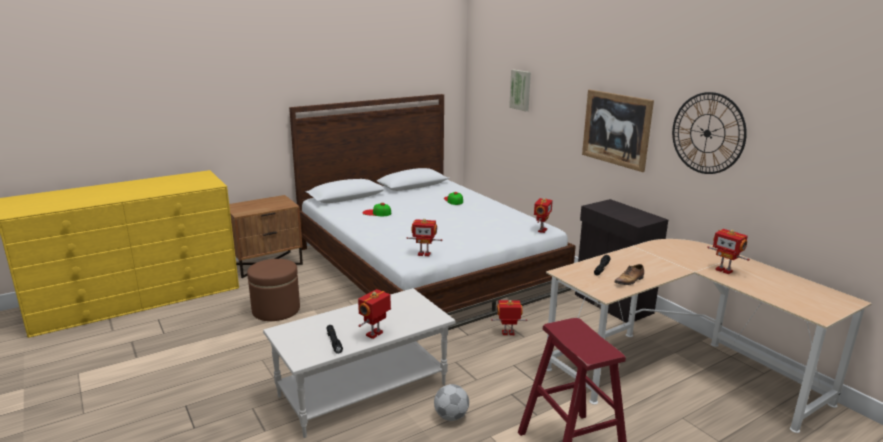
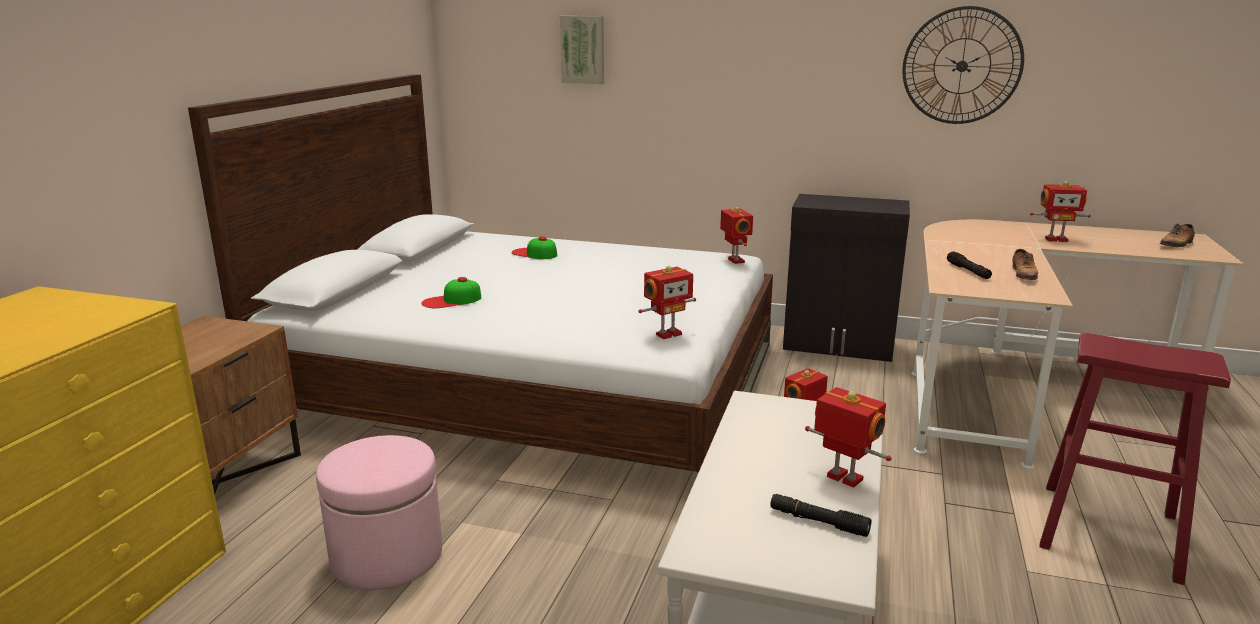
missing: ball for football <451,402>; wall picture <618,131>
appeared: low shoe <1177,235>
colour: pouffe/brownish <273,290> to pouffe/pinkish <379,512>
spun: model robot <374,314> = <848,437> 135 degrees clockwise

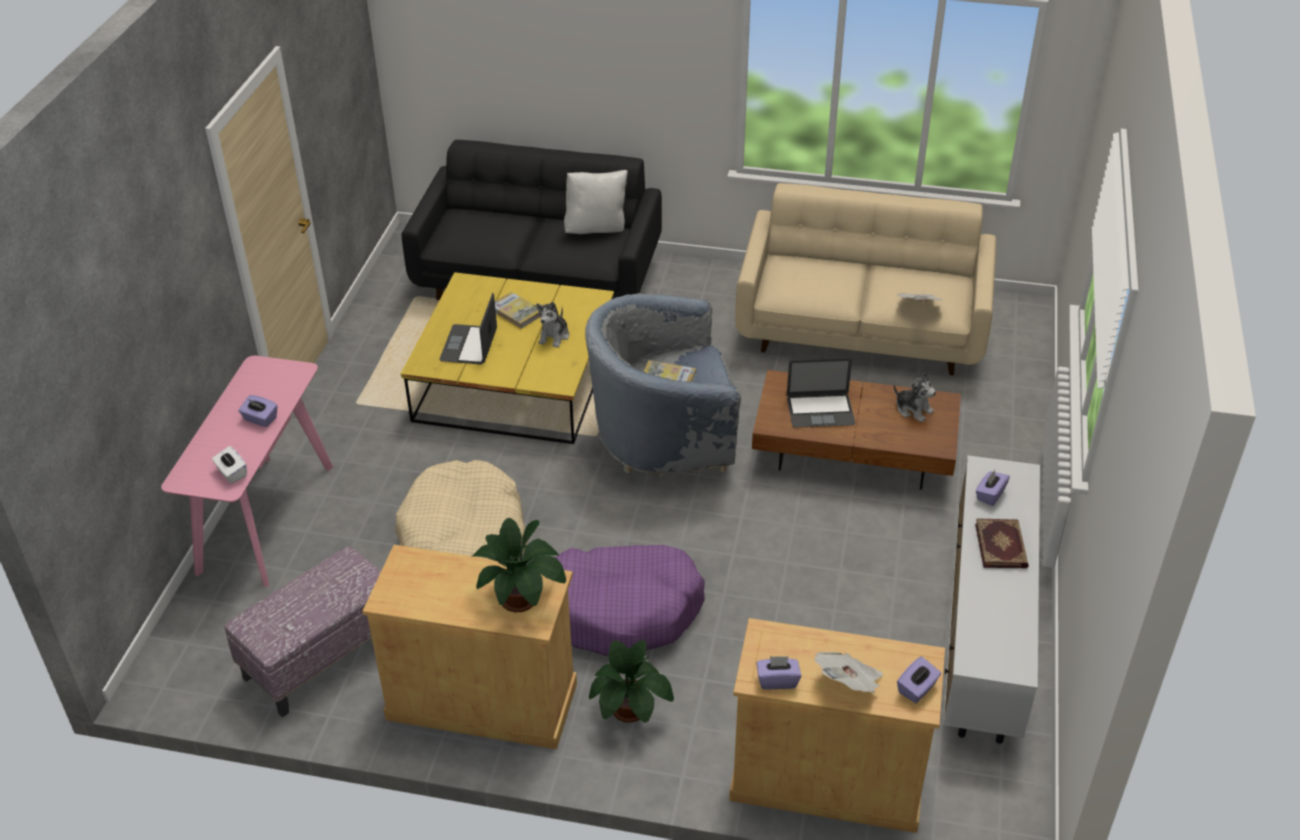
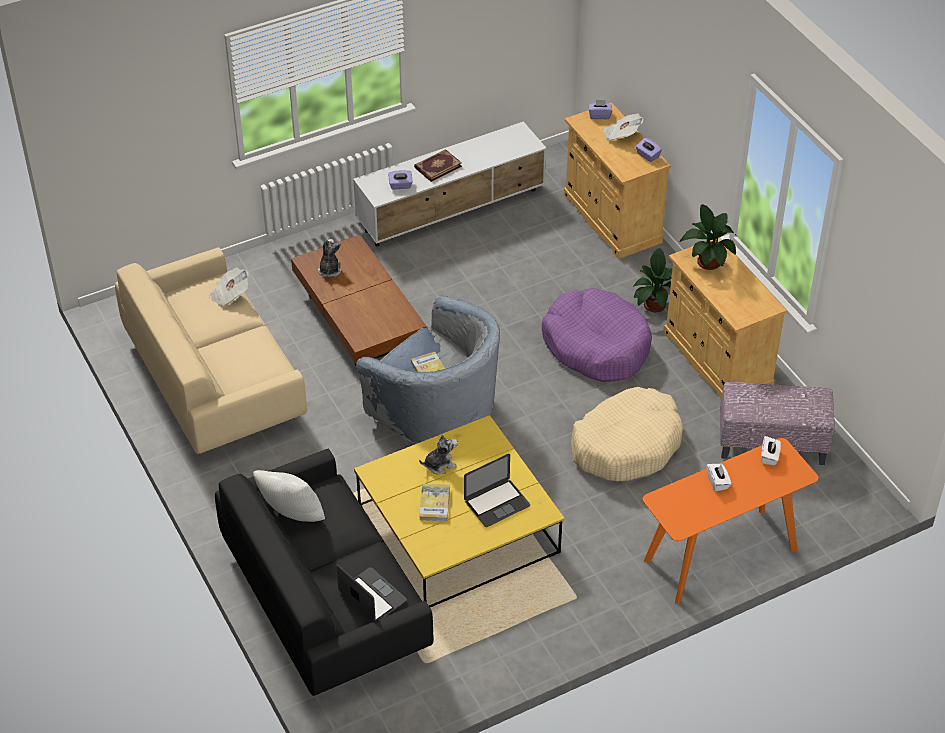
relocated: laptop <821,393> to <371,592>
colour: hall table/pinkish <247,471> to hall table/orangey <730,521>; box of tissues/purple <258,411> to box of tissues/white <719,478>

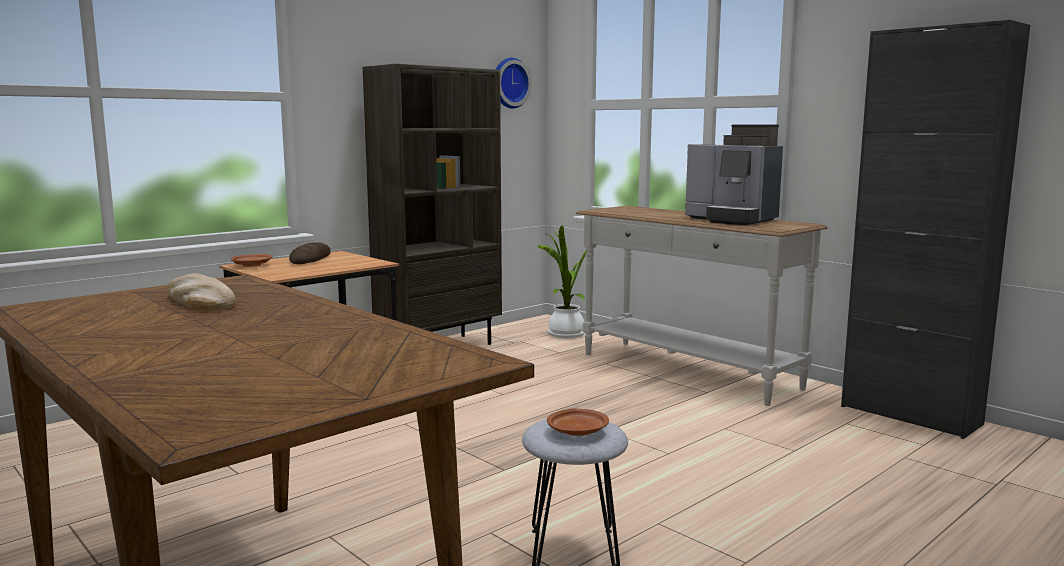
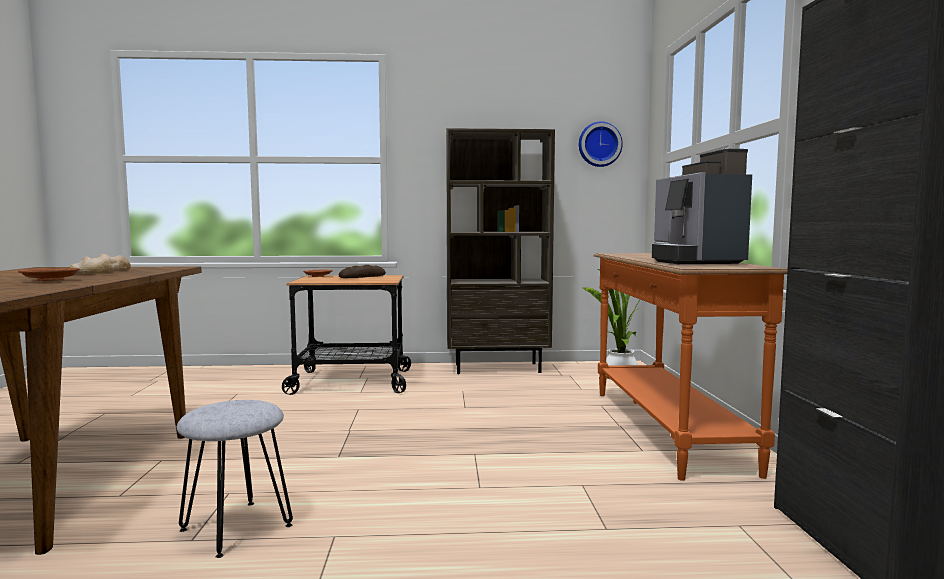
relocated: dinner plate/brownish <578,422> to <49,274>
colour: hall table/white <701,306> to hall table/orangey <690,367>

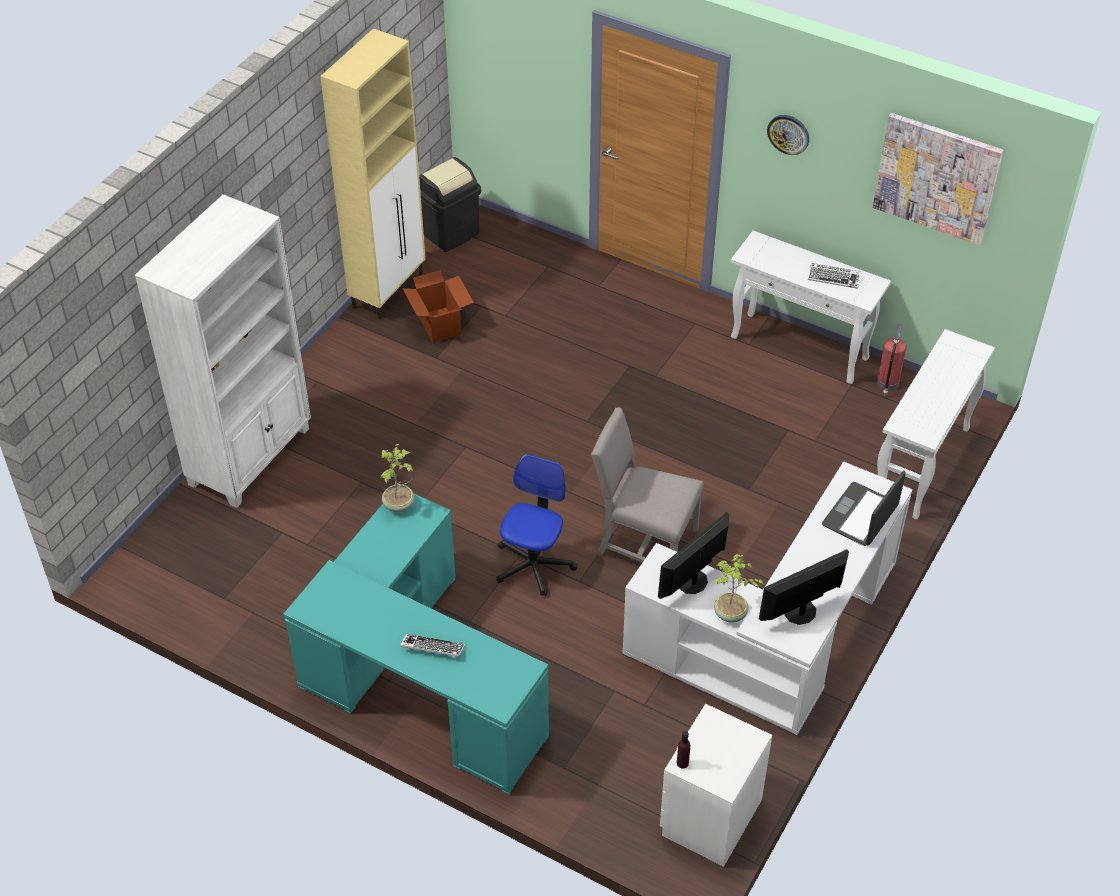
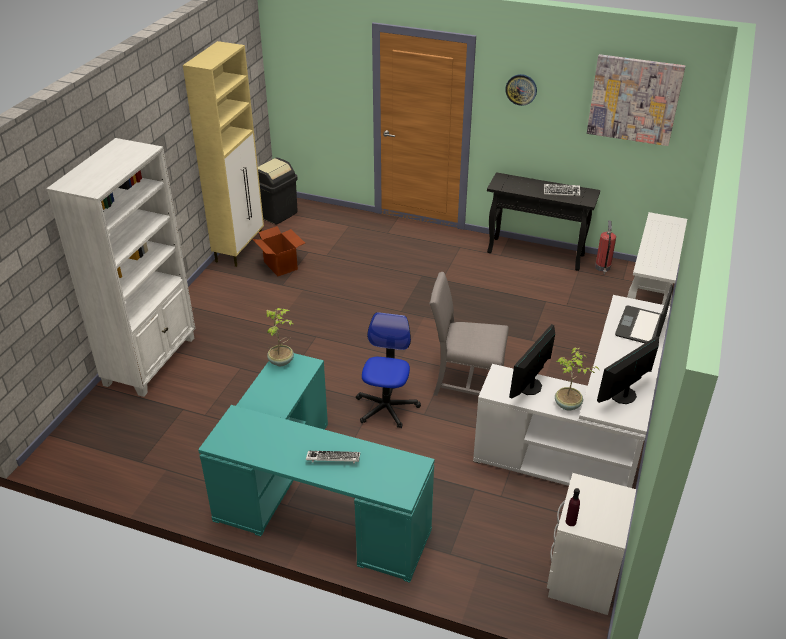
colour: hall table/white <811,307> to hall table/black-coloured <543,221>

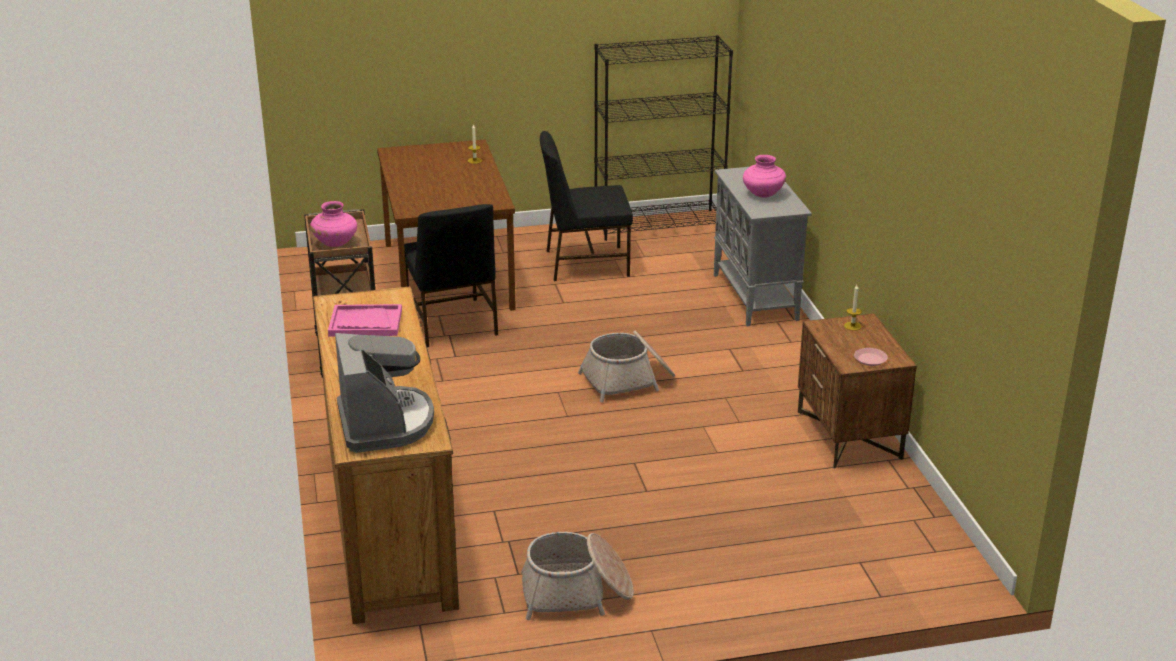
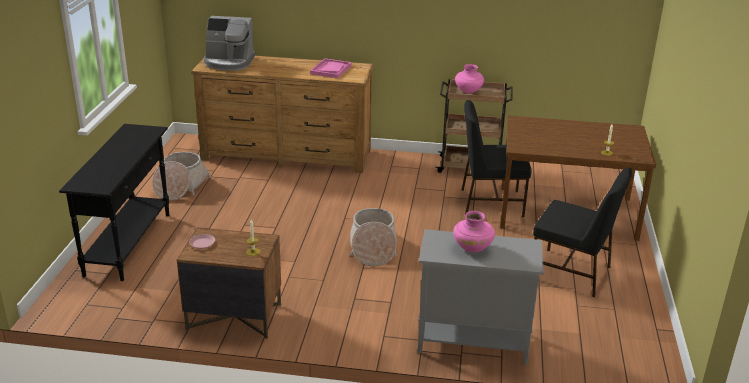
missing: shelving unit/black-coloured <663,138>
appeared: hall table/black-coloured <114,202>
spun: upright chair/black-coloured <586,206> = <582,232> 105 degrees clockwise

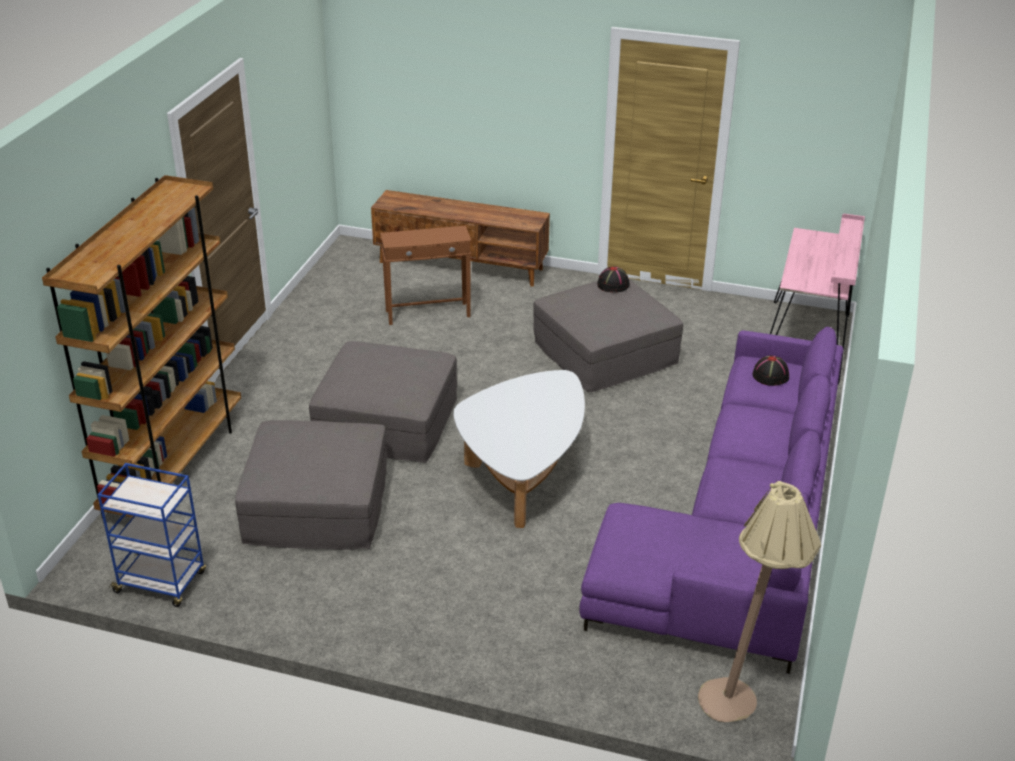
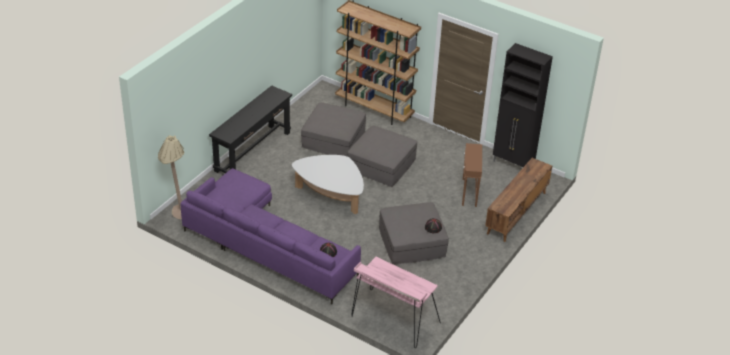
missing: cart/blue-coloured <152,535>
appeared: hall table/black-coloured <250,129>; cabinet/black-coloured <523,105>

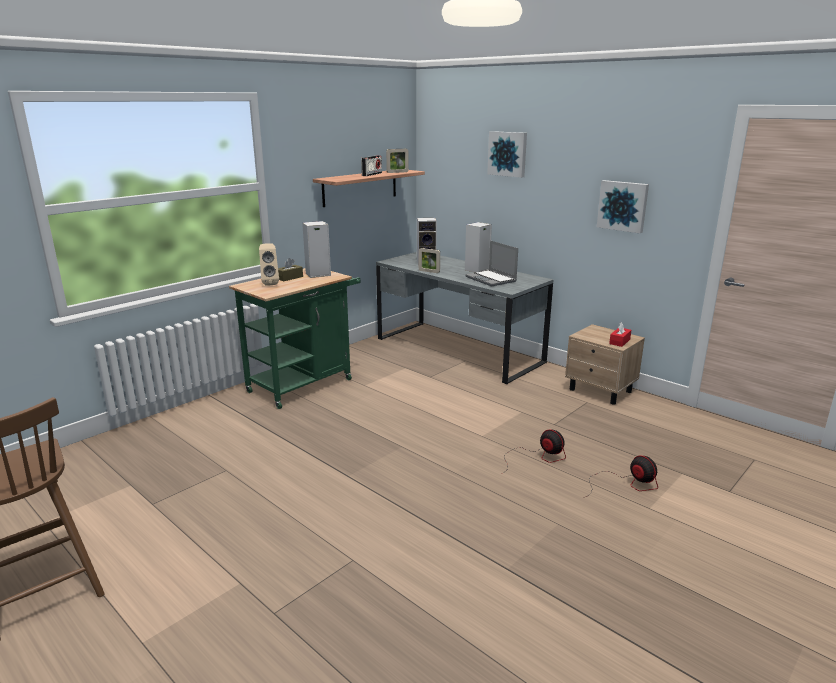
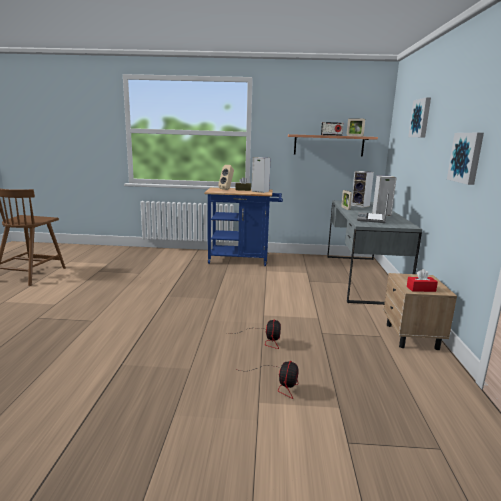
colour: cart/green-coloured <295,338> to cart/blue-coloured <243,226>

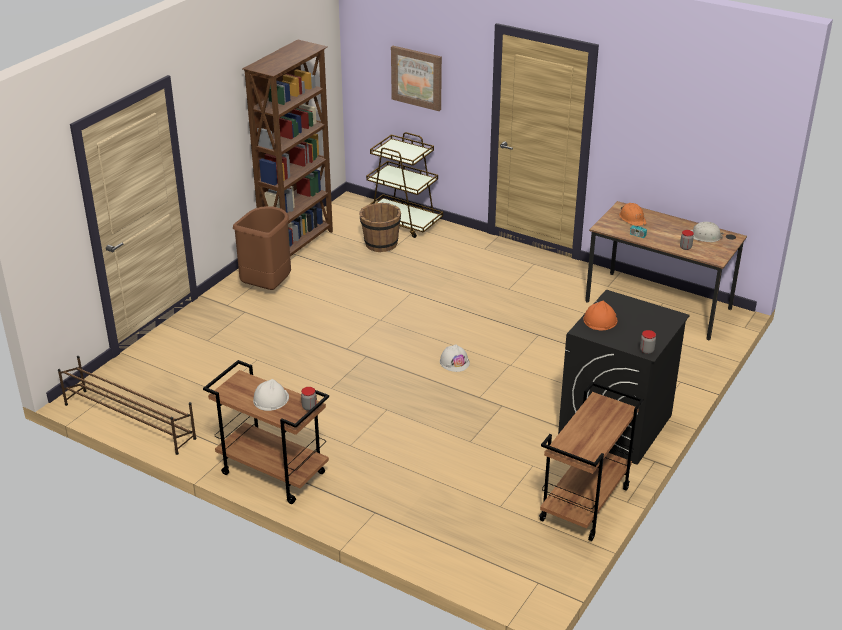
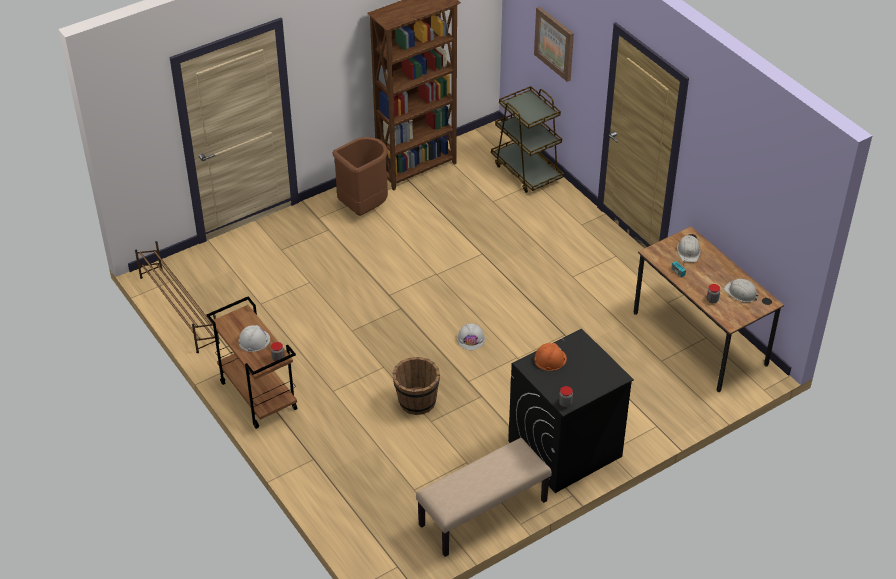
relocated: bucket/brownish <380,227> to <416,386>
exchanged: cart/brownish <591,461> to indoor bench/sand-coloured <484,497>
colour: work helmet/orangey <633,214> to work helmet/white <689,248>

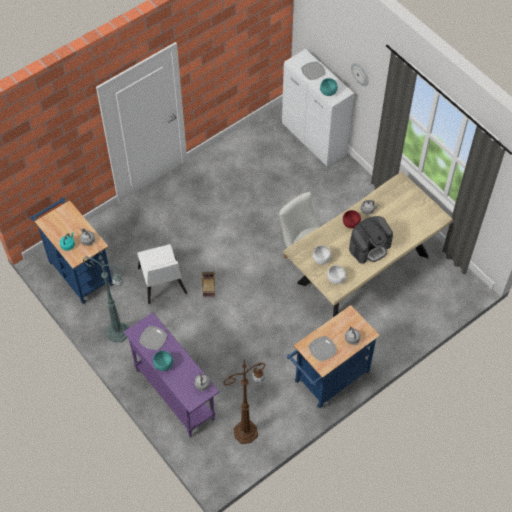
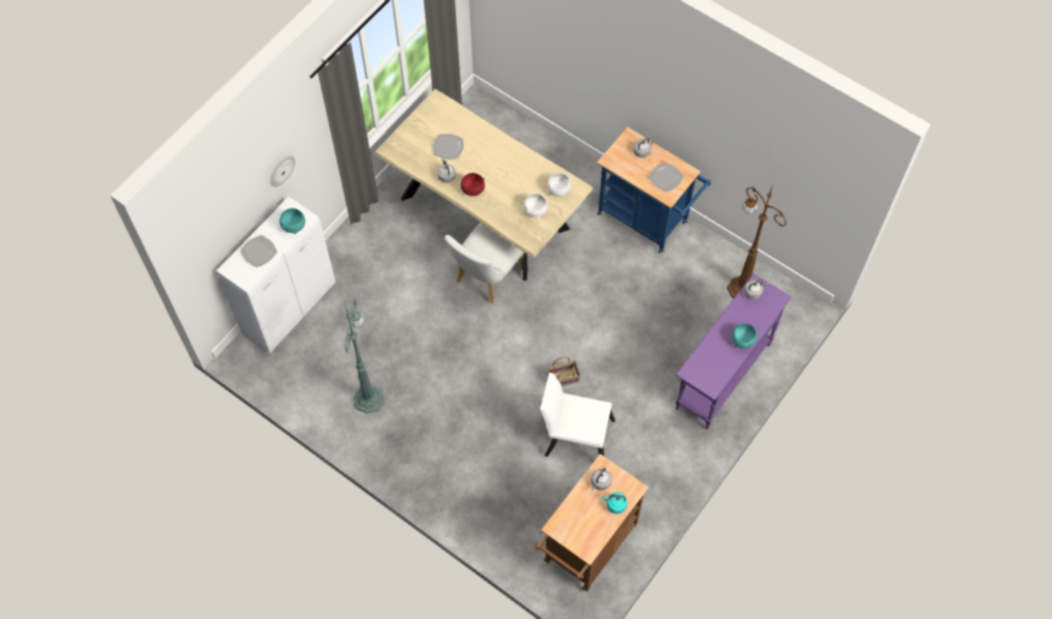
missing: coffee brewer <371,240>
relocated: floor lamp/green-coloured <106,295> to <364,356>; dinner plate <153,338> to <448,146>
colour: cart/blue-coloured <72,251> to cart/brownish <592,523>
spun: upright chair/white <162,274> = <577,414> 135 degrees counterclockwise

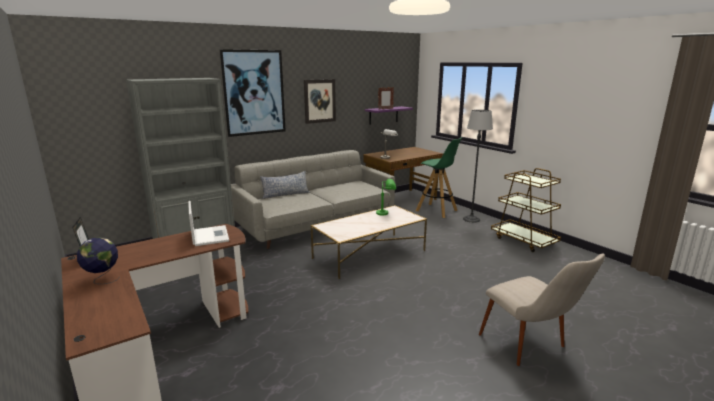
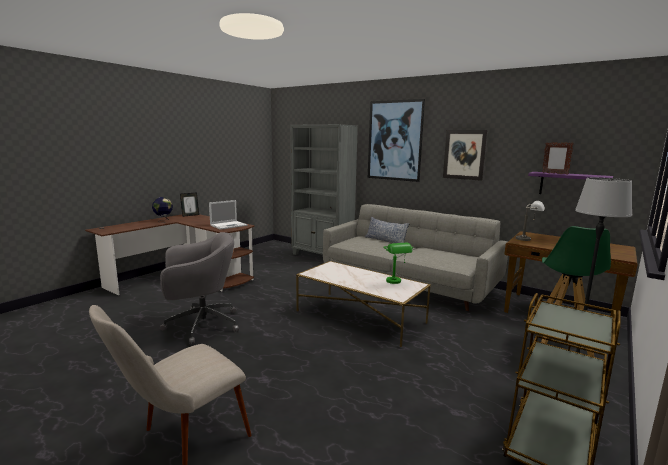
appeared: computer chair/greyish <199,288>

